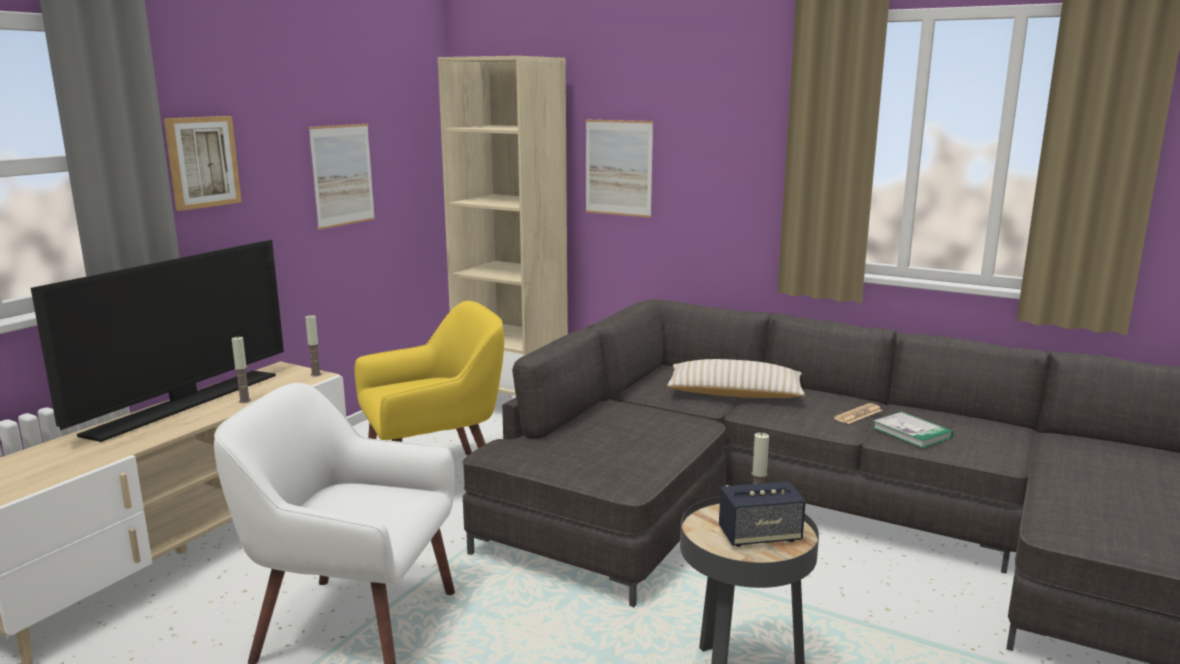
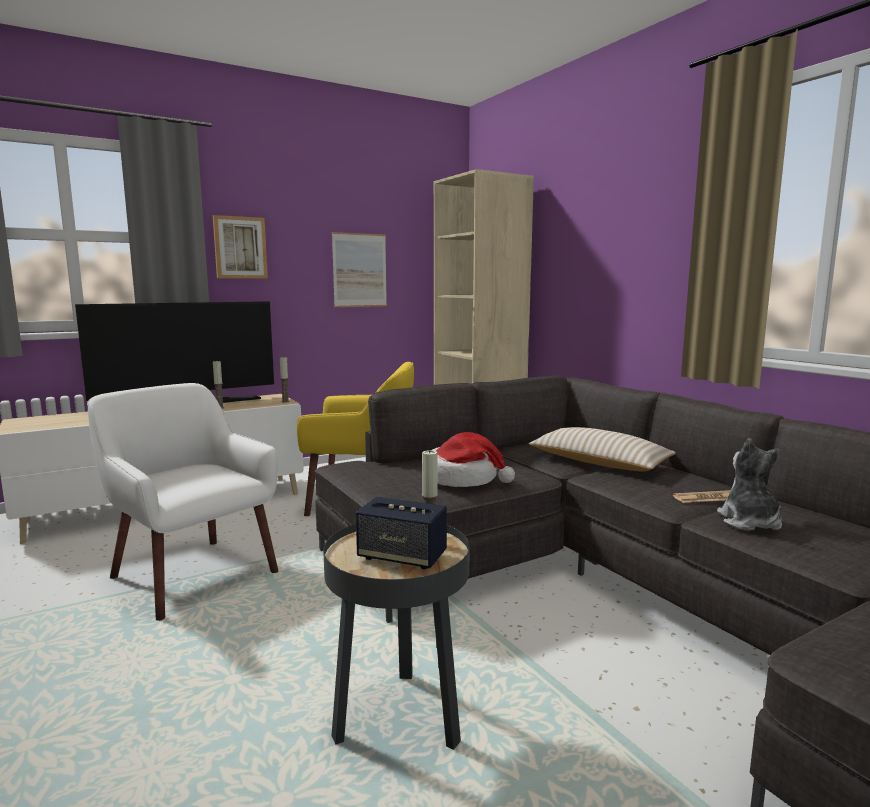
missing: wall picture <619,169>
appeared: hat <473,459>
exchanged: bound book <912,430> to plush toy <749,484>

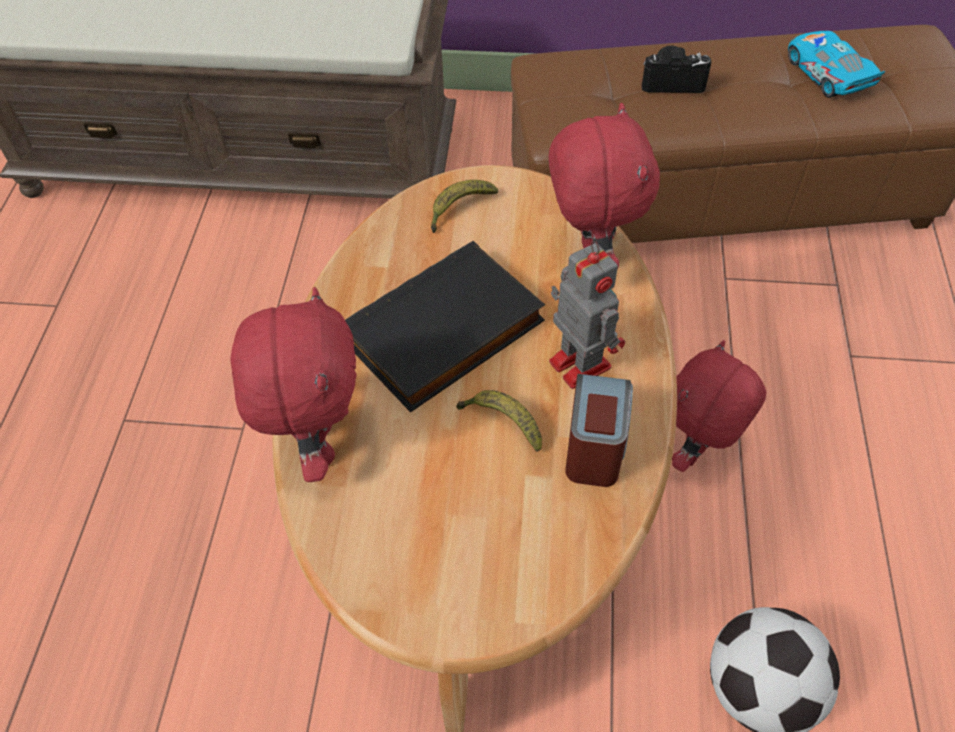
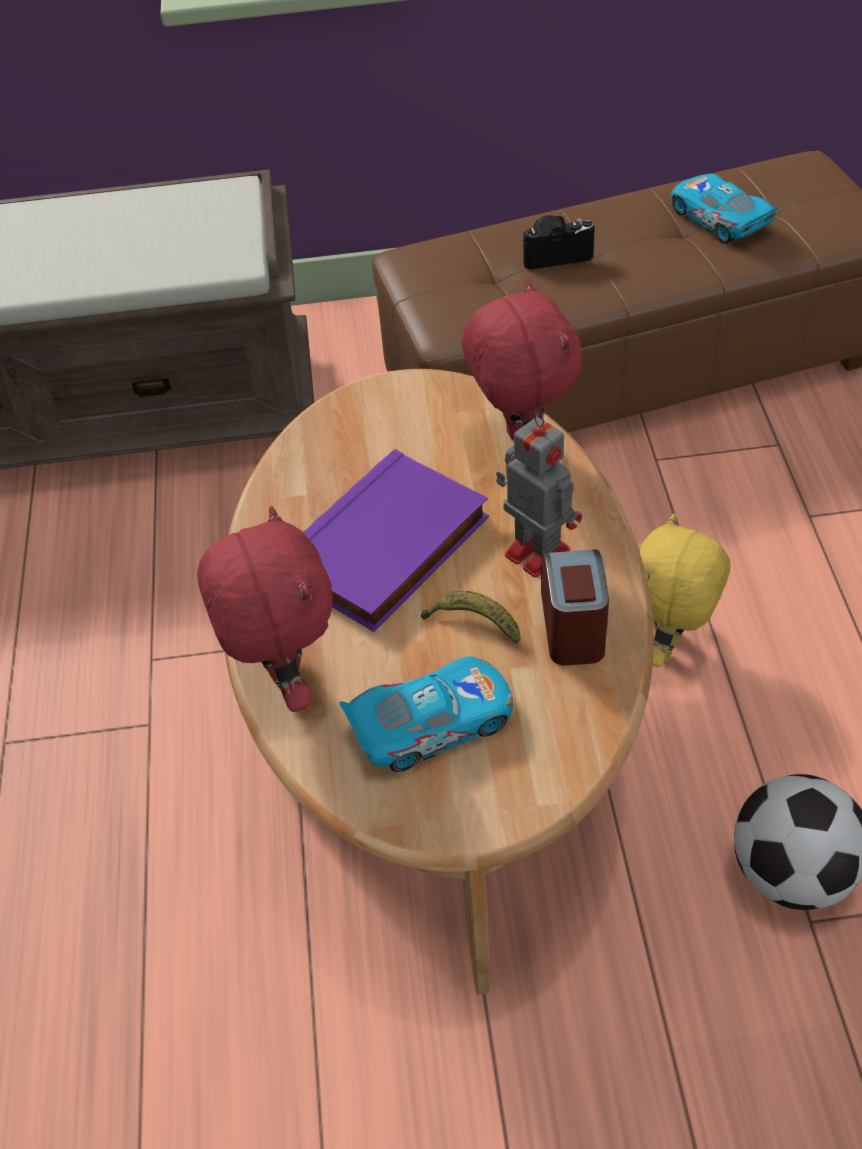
missing: banana fruit <464,206>
appeared: toy car <426,714>
colour: bound book/black-coloured <445,326> to bound book/purple <396,540>; plush toy/reddish <719,406> to plush toy/yellowish <685,590>

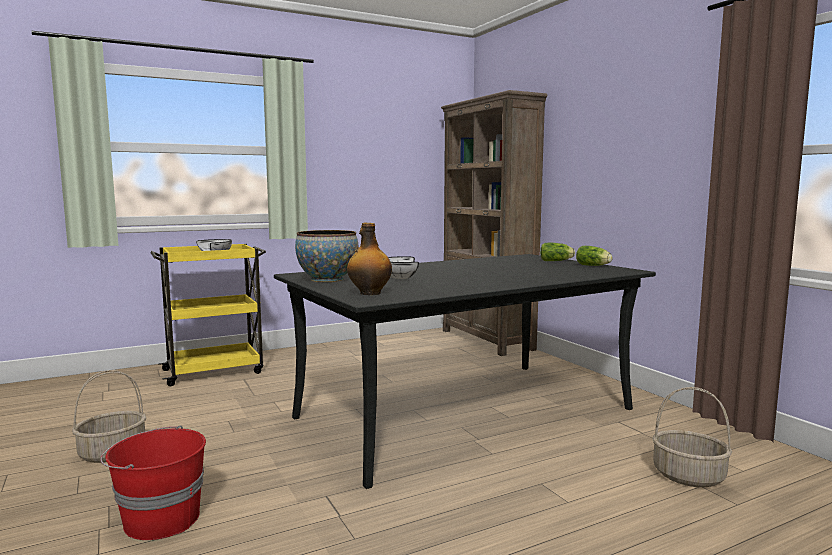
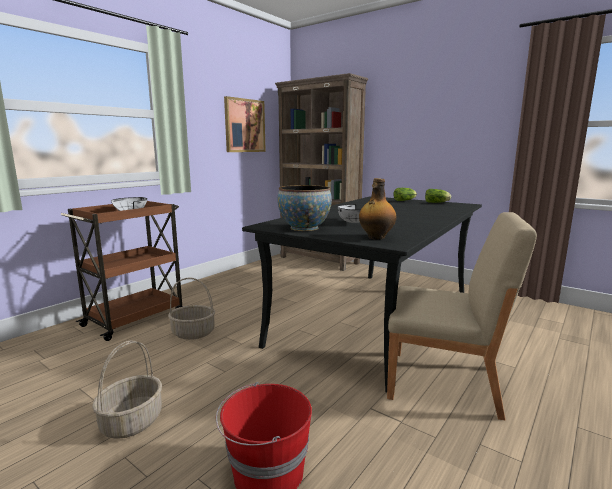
appeared: wall picture <245,124>; upright chair/sand-coloured <462,316>
relocated: storage basket <692,437> to <191,309>
colour: cart/yellowish <208,315> to cart/brownish <121,270>

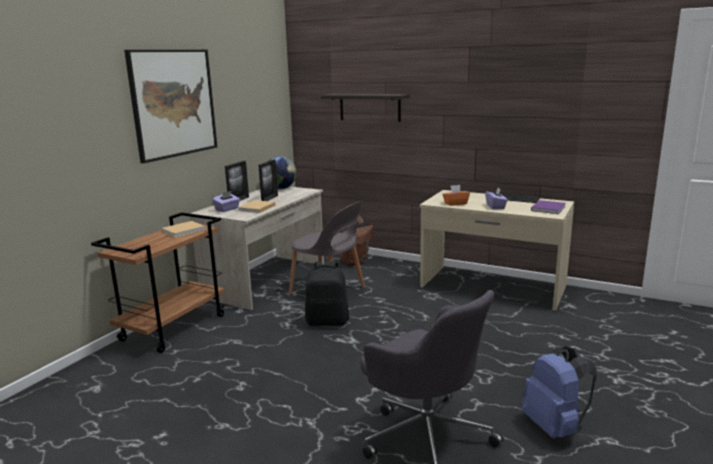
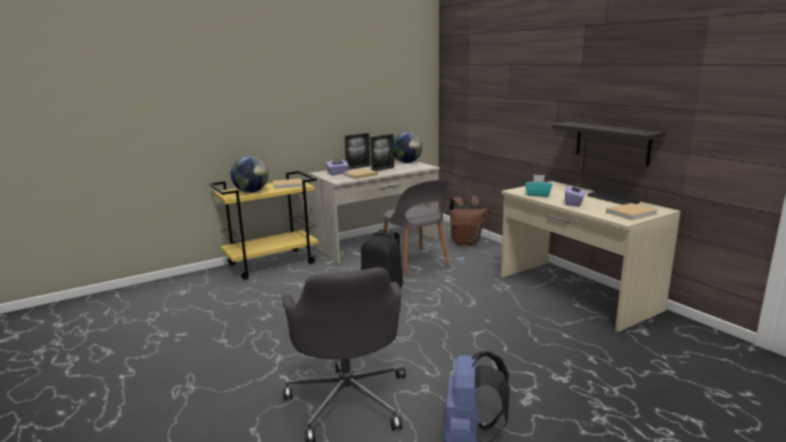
missing: wall picture <170,106>
appeared: desk globe <249,174>
relocated: shelf <365,108> to <609,144>
colour: cart/brownish <158,282> to cart/yellowish <263,225>; box of tissues/orangey <456,195> to box of tissues/blue-green <538,186>; bound book/purple <548,207> to bound book/sand-coloured <632,211>

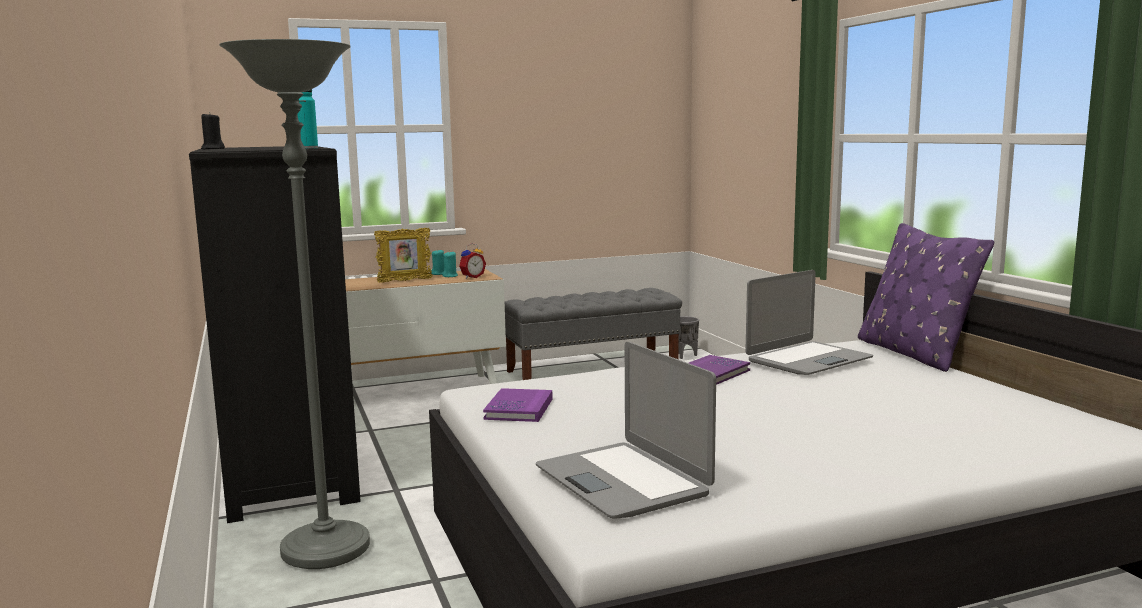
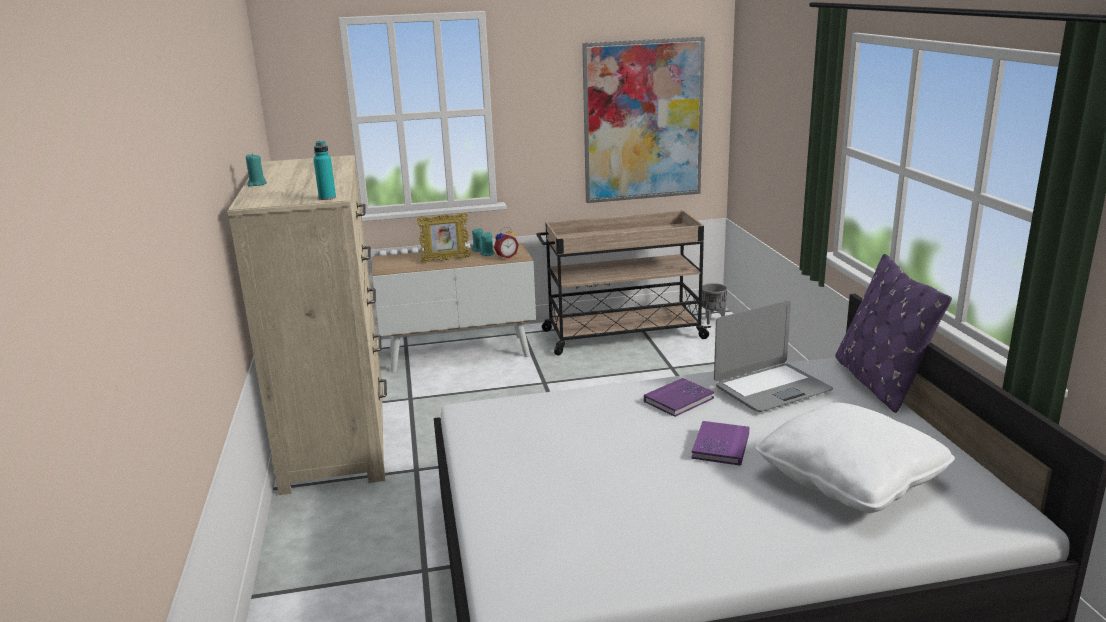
missing: floor lamp/greyish <294,304>; laptop <626,430>
appeared: wall picture <643,120>; pillow/white <855,457>
relocated: bound book/purple <518,405> to <720,443>
exchanged: indoor bench/greyish <593,334> to cart/sand-coloured <623,283>
colour: dresser/black-coloured <275,334> to dresser/sand-coloured <307,325>; wax light/black-coloured <213,131> to wax light/blue-green <256,169>

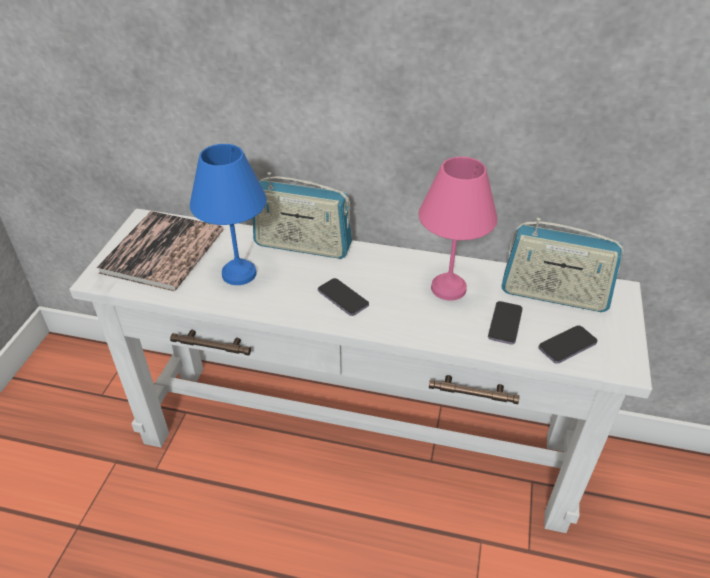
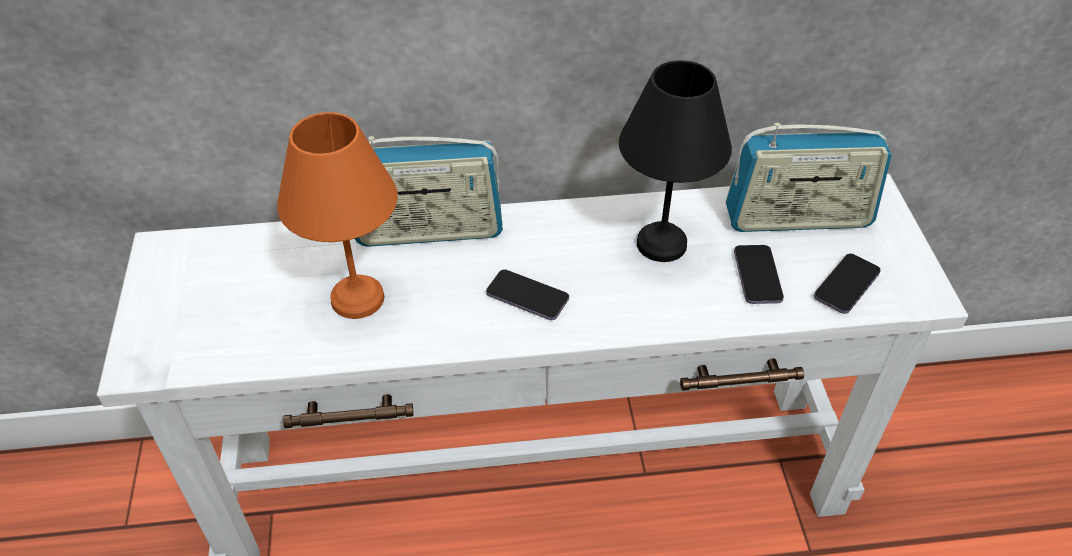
missing: bound book <160,251>
colour: lamp for a table/blue-coloured <228,214> to lamp for a table/orangey <337,215>; lamp for a table/pinkish <458,228> to lamp for a table/black-coloured <675,161>

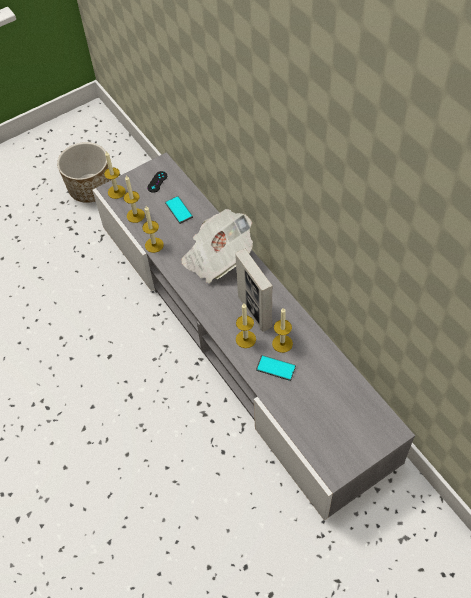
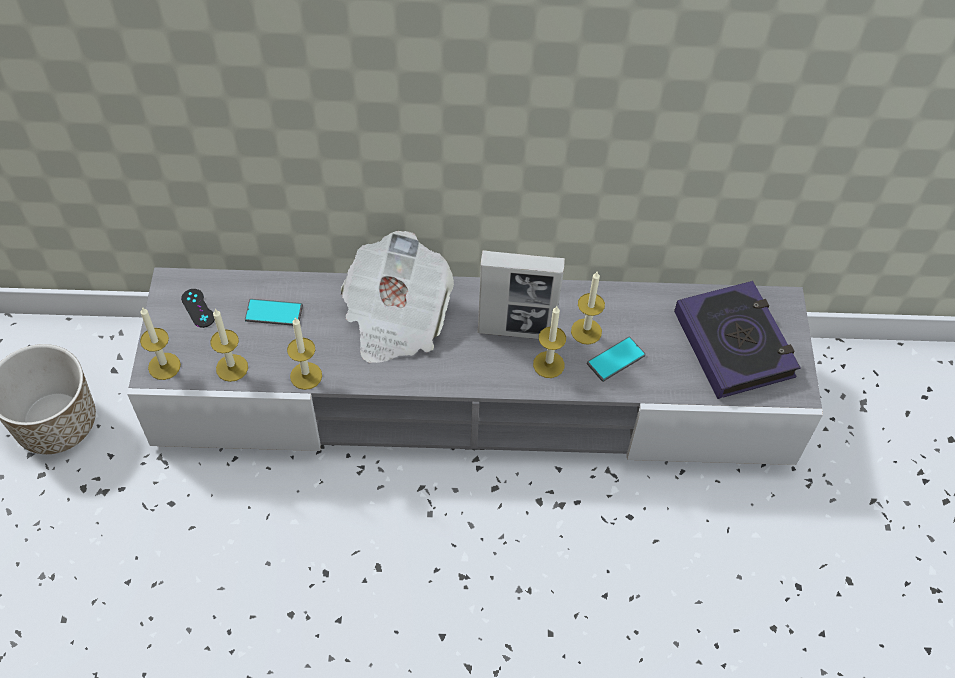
appeared: bound book <737,340>

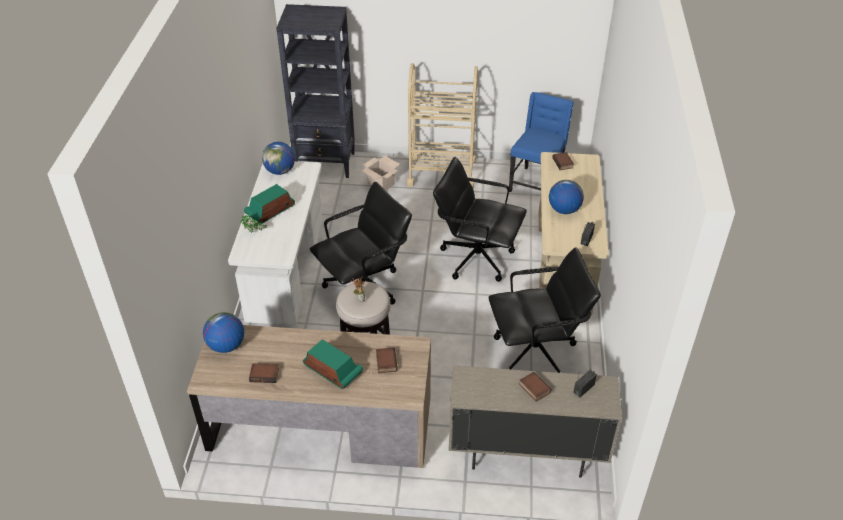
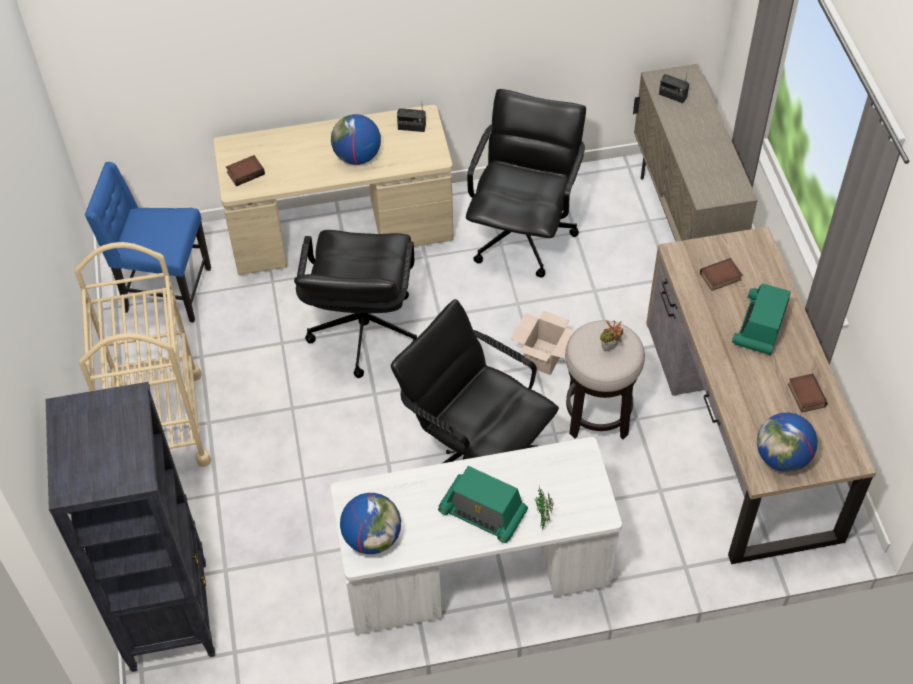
missing: bound book <535,387>
relocated: packing box <380,173> to <543,342>
spun: computer chair/black-coloured <545,310> = <526,183> 45 degrees clockwise

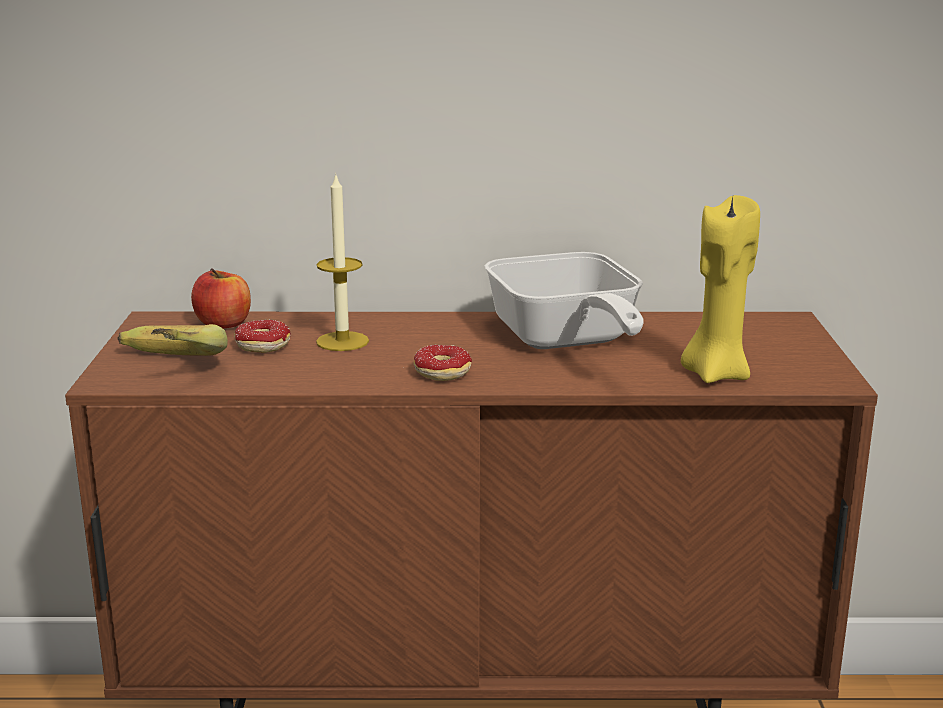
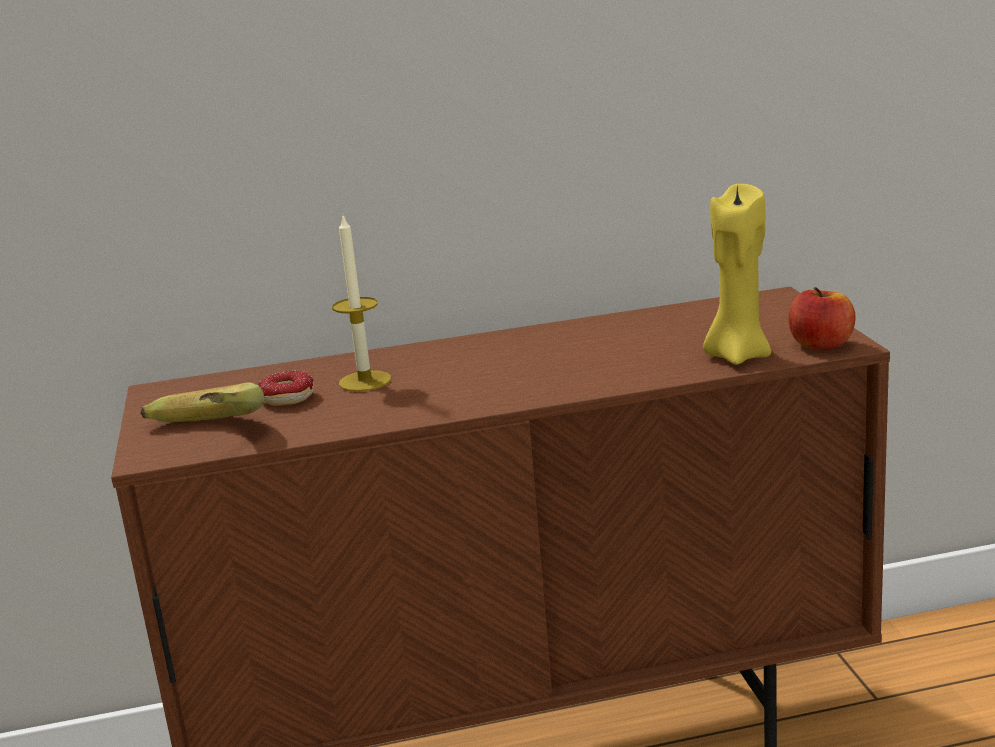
missing: doughnut <443,363>; frying pan <564,300>
relocated: apple fruit <221,298> to <822,318>

